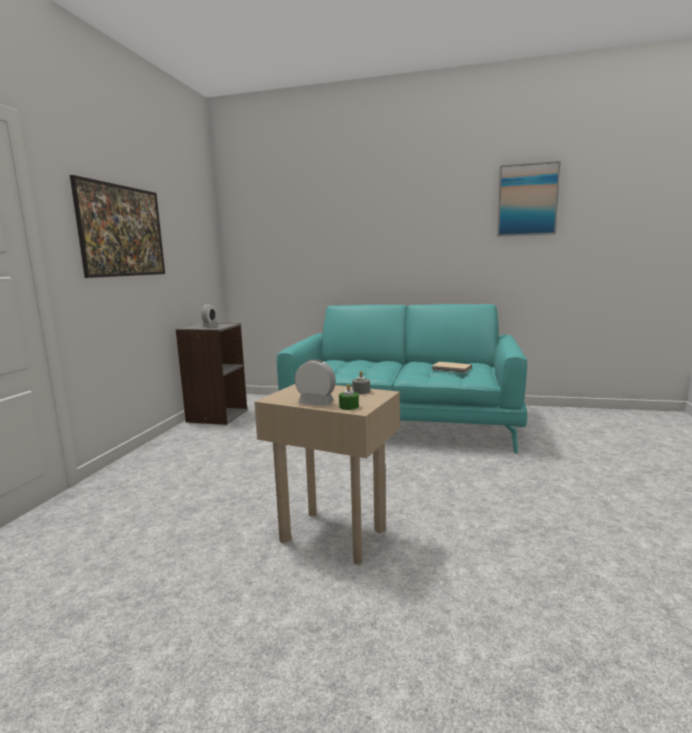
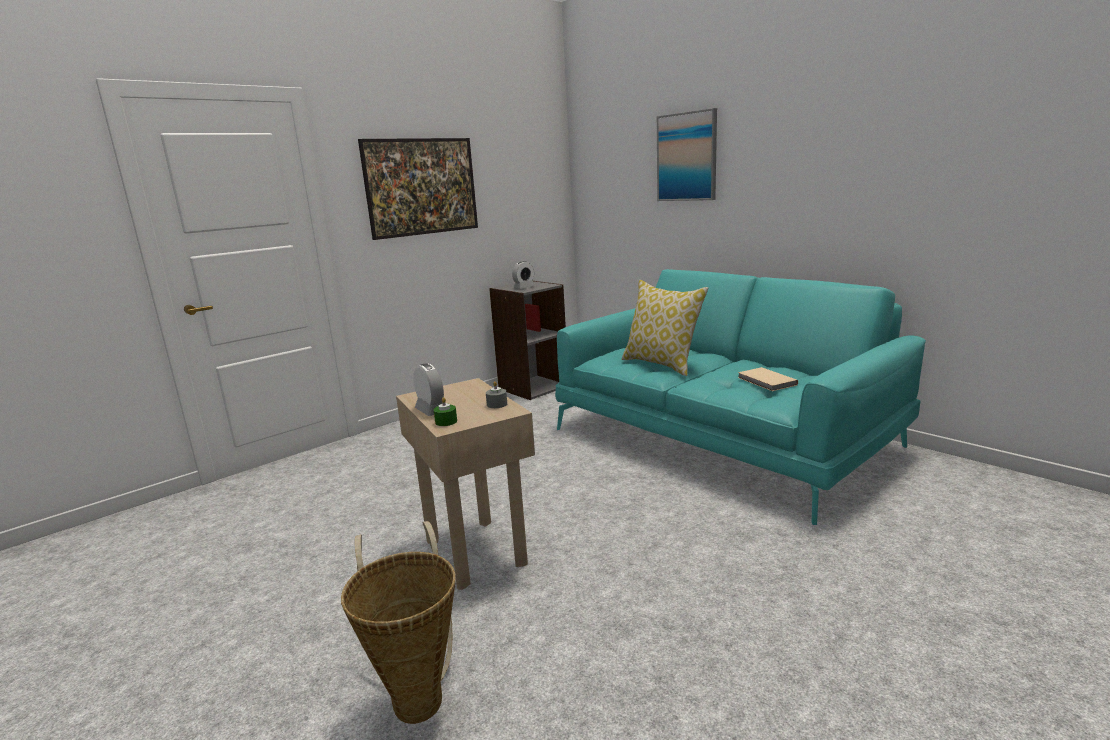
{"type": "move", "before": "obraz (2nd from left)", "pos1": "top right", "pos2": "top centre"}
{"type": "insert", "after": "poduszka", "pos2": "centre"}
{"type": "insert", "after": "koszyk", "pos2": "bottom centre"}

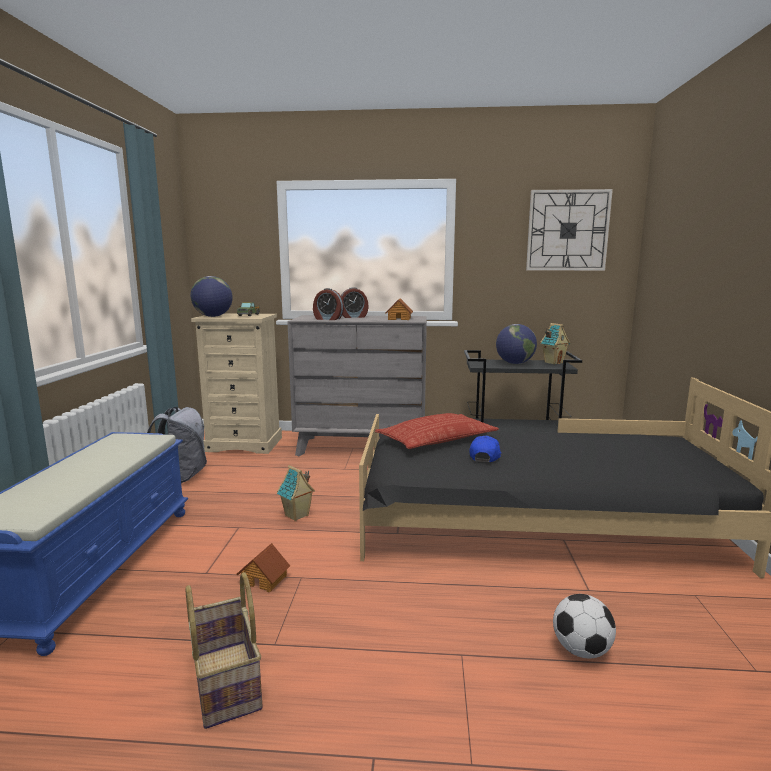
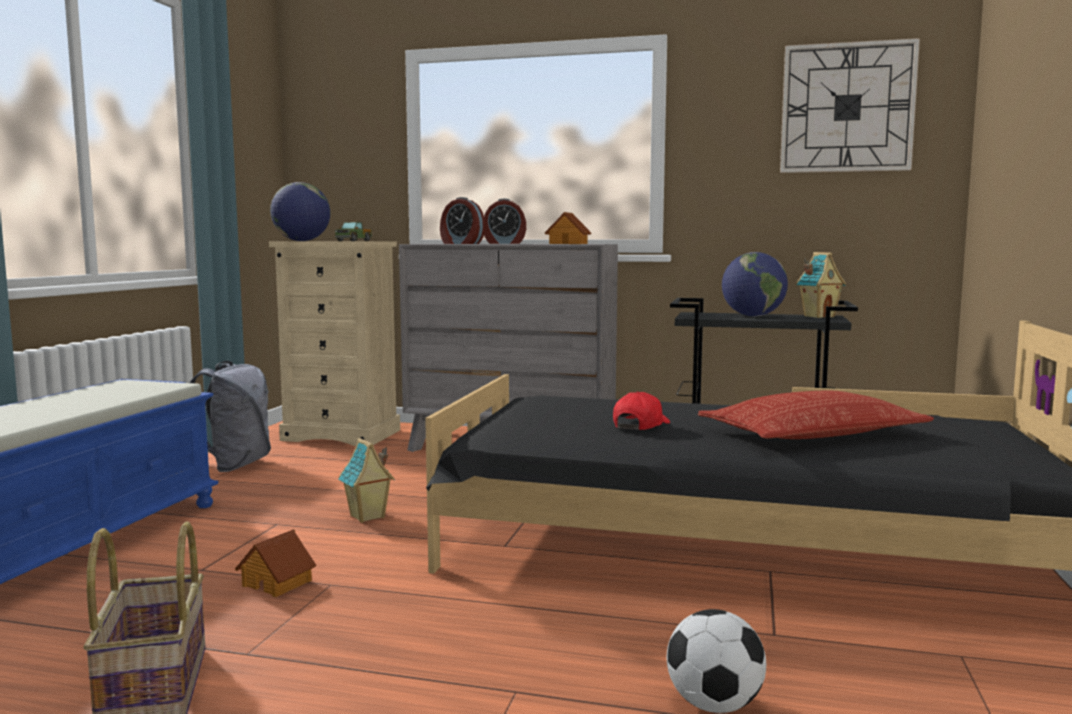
{"type": "move", "before": "poduszka", "pos1": "centre", "pos2": "middle right"}
{"type": "recolor", "before": "czapka z daszkiem (niebieski)", "after": "czapka z daszkiem (czerwony)", "pos1": "centre", "pos2": "centre"}

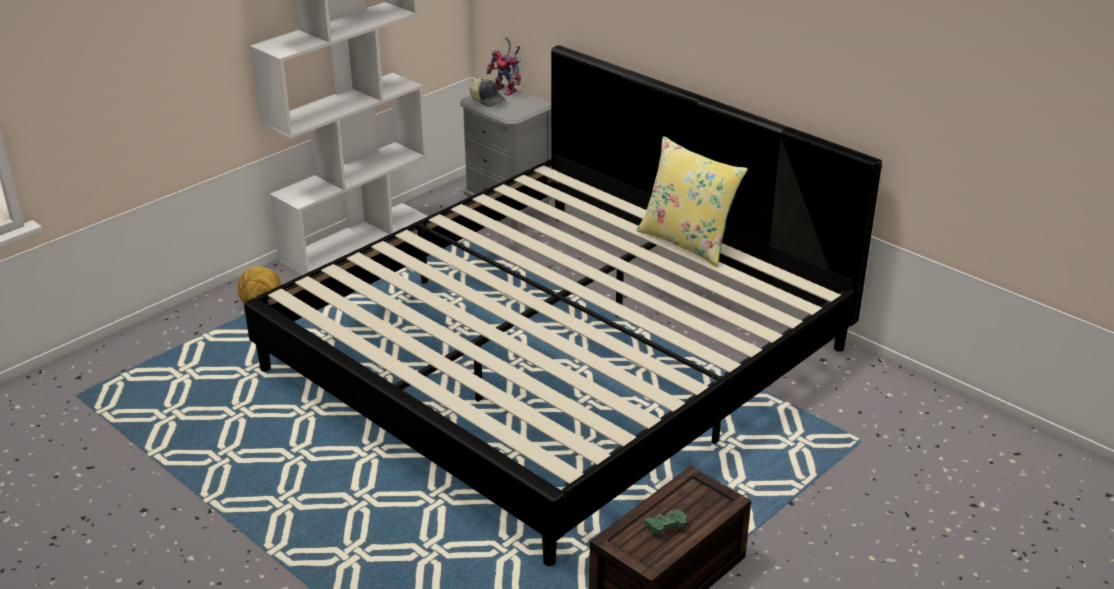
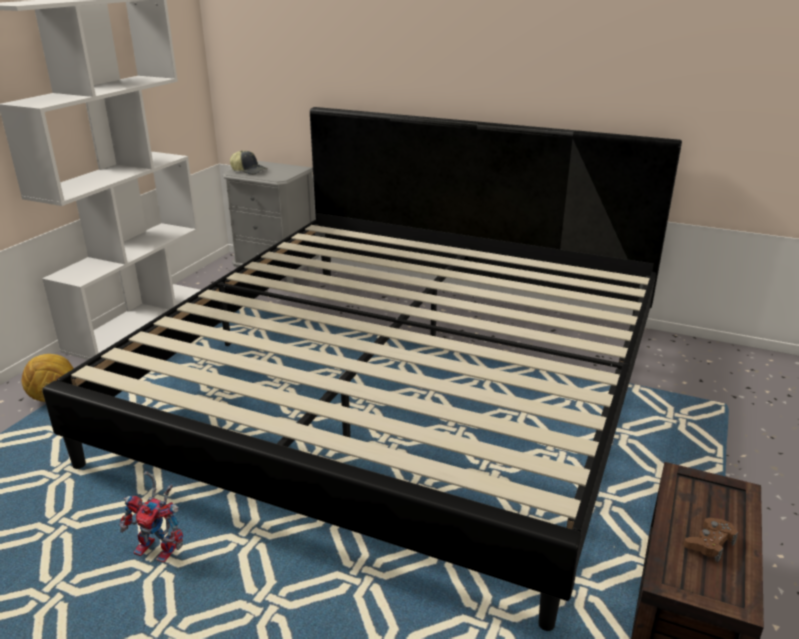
{"type": "move", "before": "robot zabawkowy", "pos1": "top centre", "pos2": "bottom left"}
{"type": "delete", "before": "poduszka (żółty)", "pos1": "centre"}
{"type": "recolor", "before": "pad do gier (zielony)", "after": "pad do gier (brązowy)", "pos1": "bottom centre", "pos2": "bottom right"}

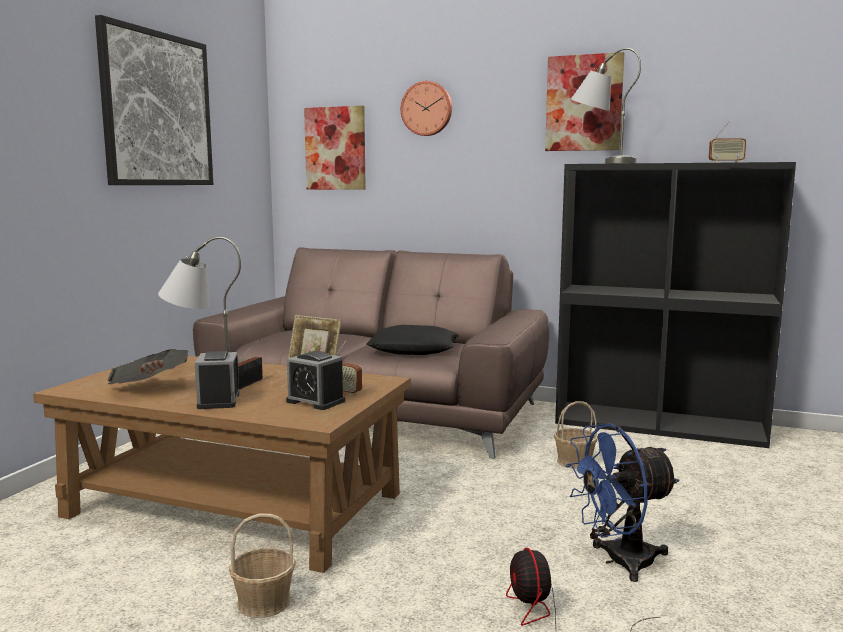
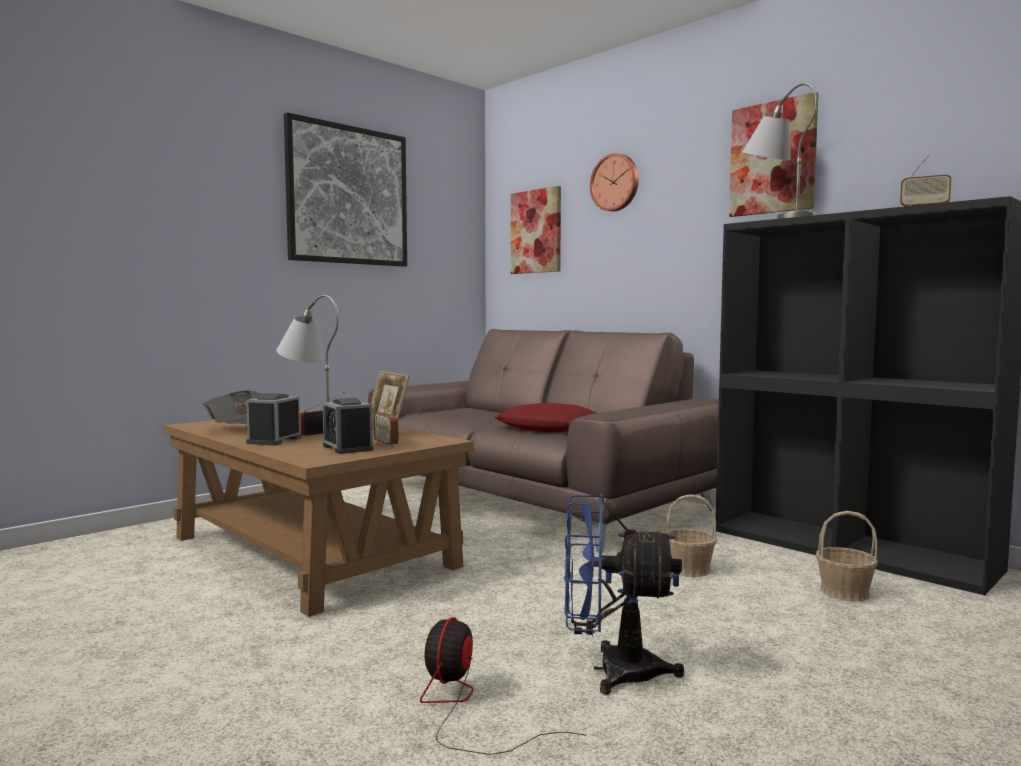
{"type": "recolor", "before": "poduszka (czarny)", "after": "poduszka (czerwony)", "pos1": "centre", "pos2": "centre"}
{"type": "move", "before": "koszyk (1st from left in the first image)", "after": "koszyk (2nd from left)", "pos1": "bottom left", "pos2": "bottom right"}

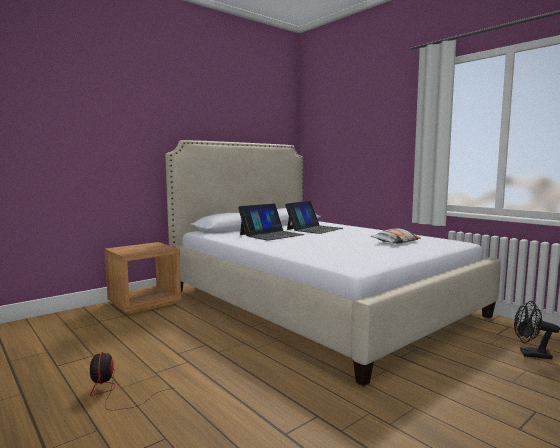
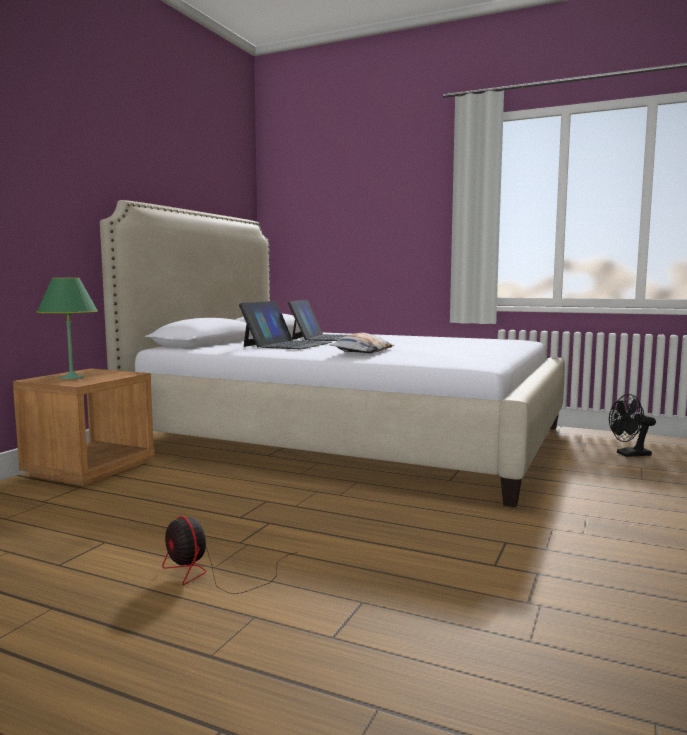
{"type": "move", "before": "poduszka", "pos1": "middle right", "pos2": "centre"}
{"type": "insert", "after": "lampa stołowa (zielony)", "pos2": "middle left"}

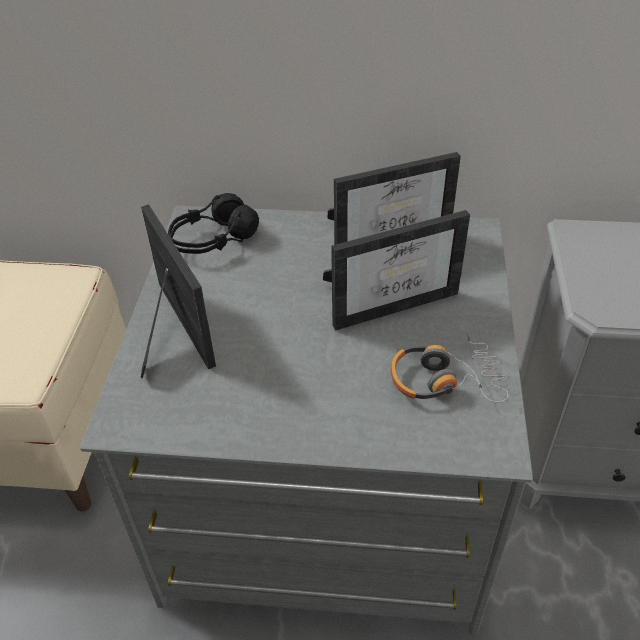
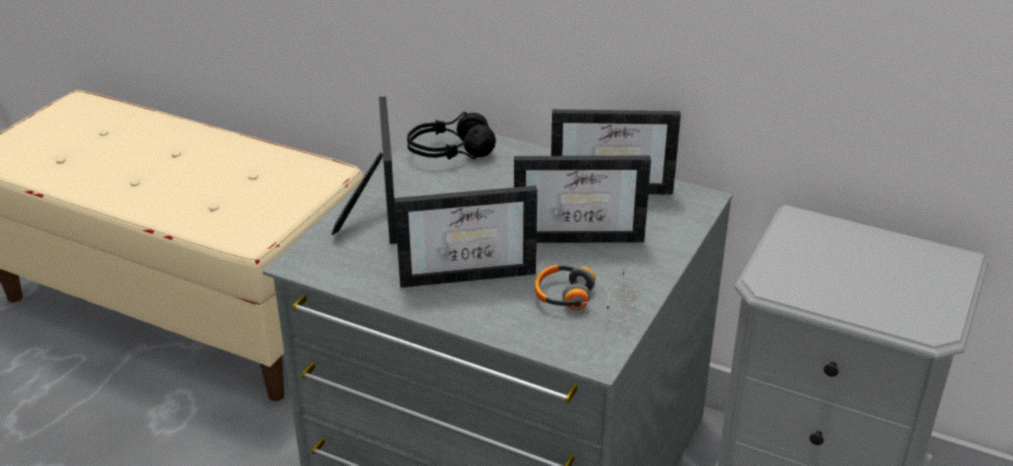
{"type": "insert", "after": "ramka na zdjęcie (2nd from left)", "pos2": "centre"}

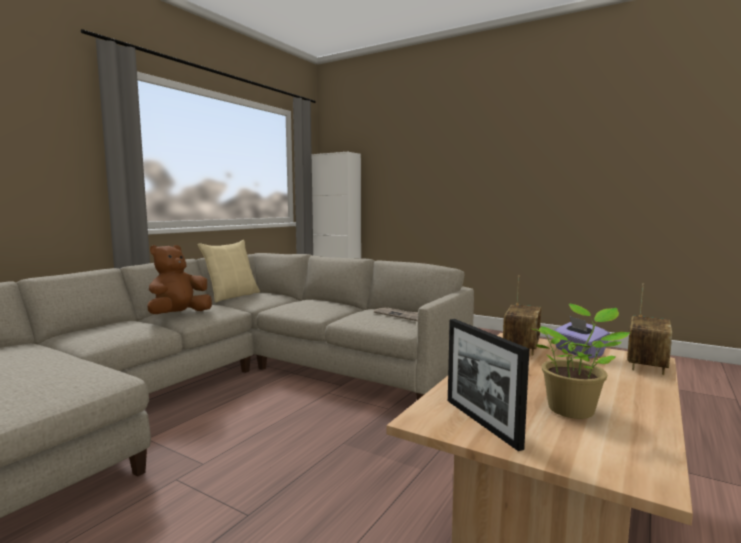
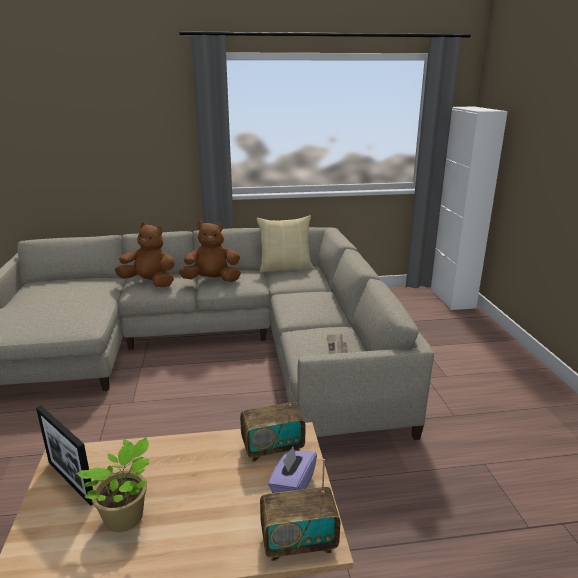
{"type": "rotate", "before": "ramka na zdjęcie", "pos1": "bottom centre", "pos2": "bottom left", "turn": -75}
{"type": "insert", "after": "pluszak (brązowy) (1st from left)", "pos2": "middle left"}

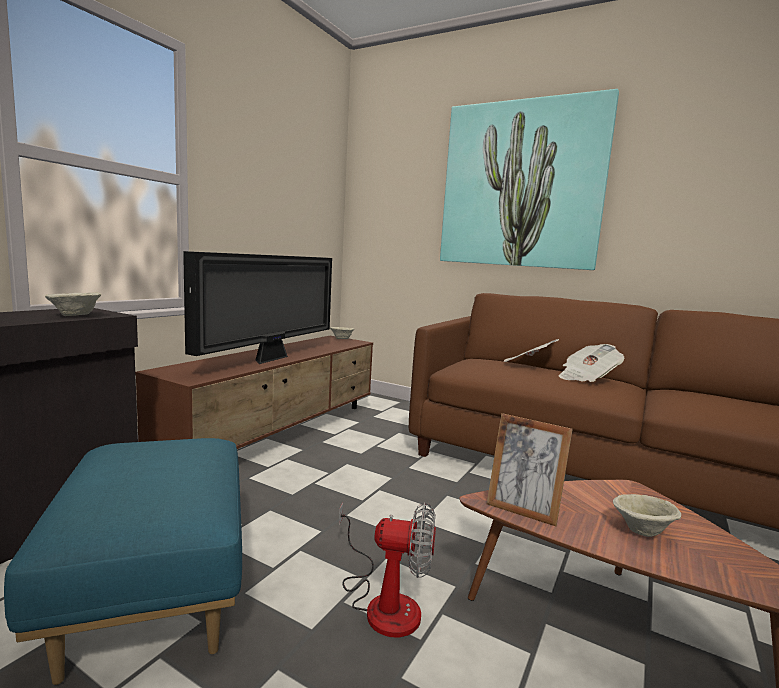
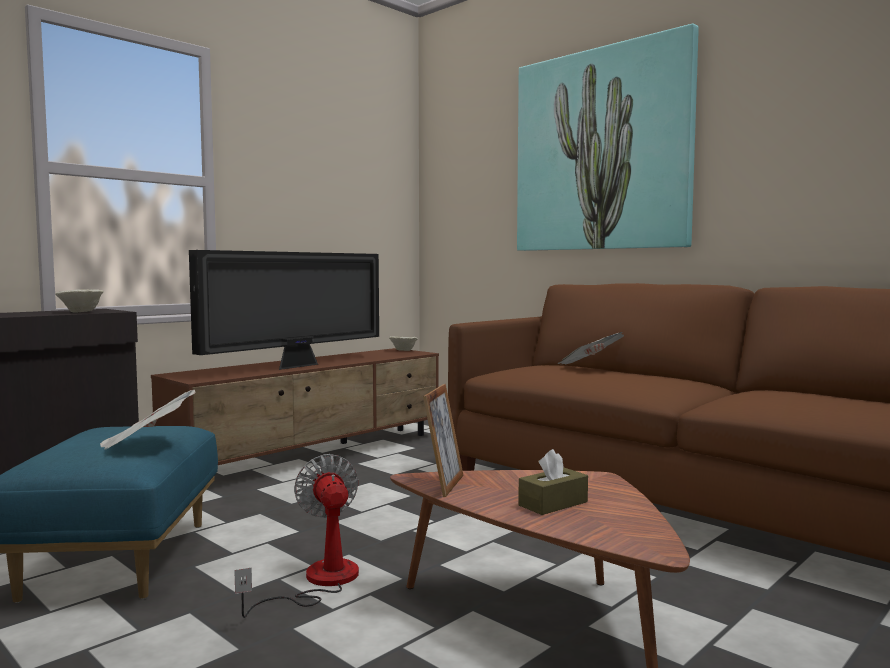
{"type": "move", "before": "gazeta (2nd from left in the first image)", "after": "gazeta (1st from left)", "pos1": "middle right", "pos2": "middle left"}
{"type": "rotate", "before": "ramka na zdjęcie", "pos1": "bottom right", "pos2": "centre", "turn": -120}
{"type": "replace", "before": "miska (beżowy) (3rd from left)", "after": "pudełko chusteczek (brązowy)", "pos1": "bottom right", "pos2": "bottom centre"}
{"type": "rotate", "before": "wentylator", "pos1": "bottom centre", "pos2": "bottom left", "turn": -135}

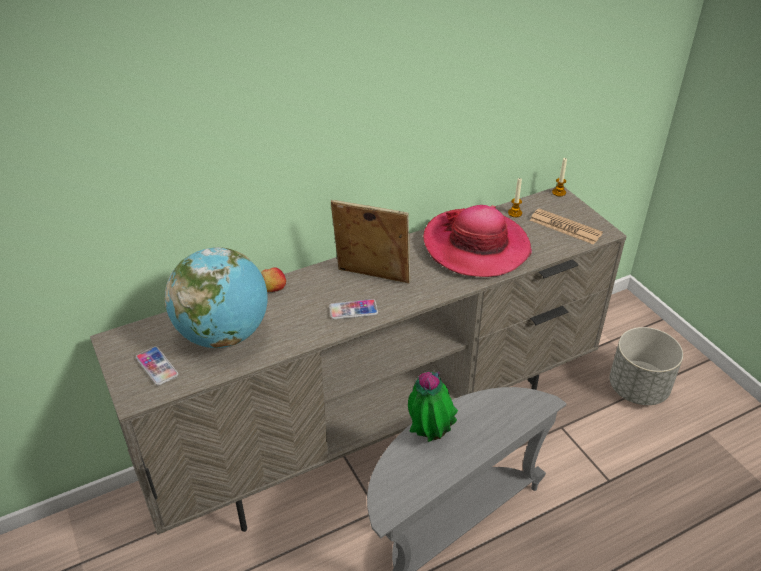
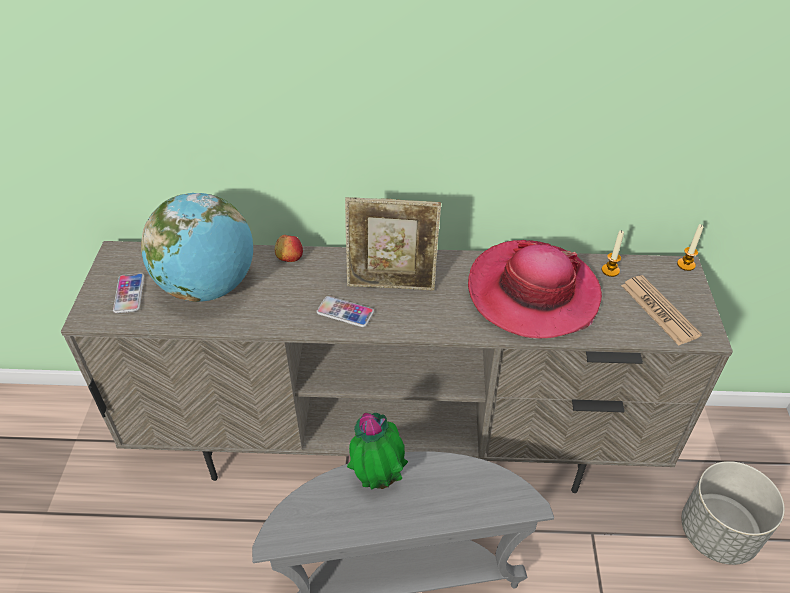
{"type": "rotate", "before": "ramka na zdjęcie", "pos1": "centre", "pos2": "centre", "turn": 135}

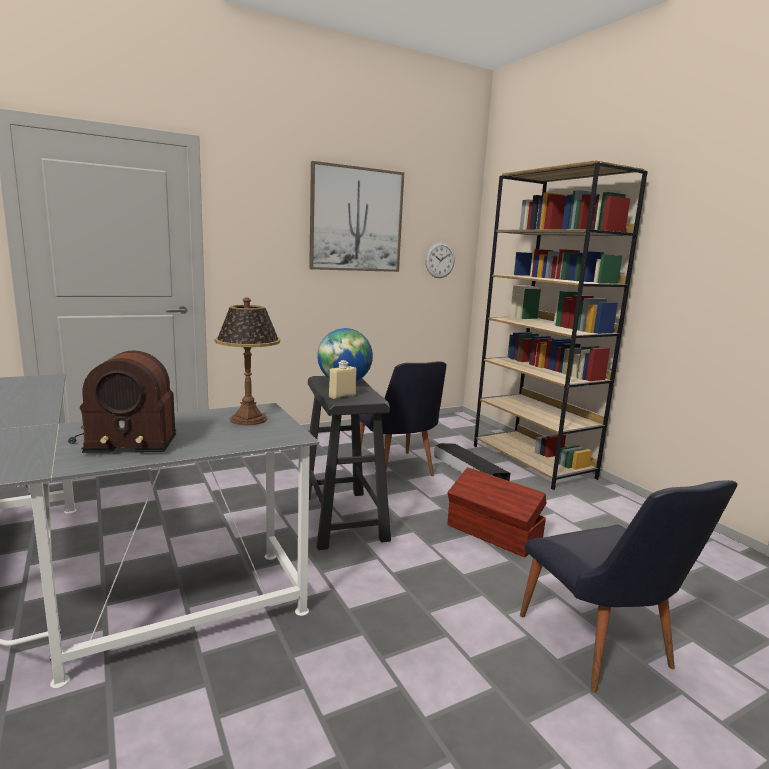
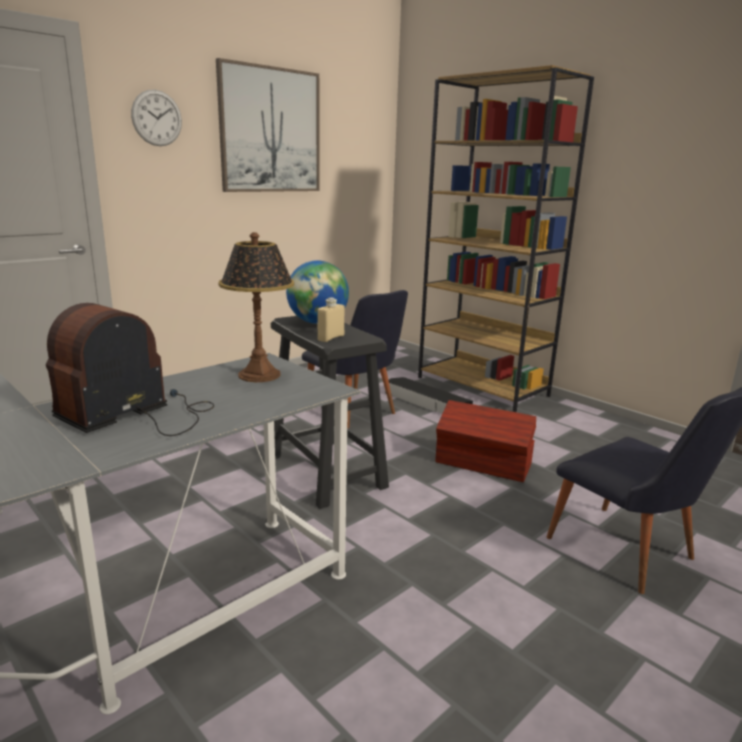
{"type": "move", "before": "zegar ścienny", "pos1": "centre", "pos2": "top left"}
{"type": "rotate", "before": "radio", "pos1": "middle left", "pos2": "middle left", "turn": 150}

